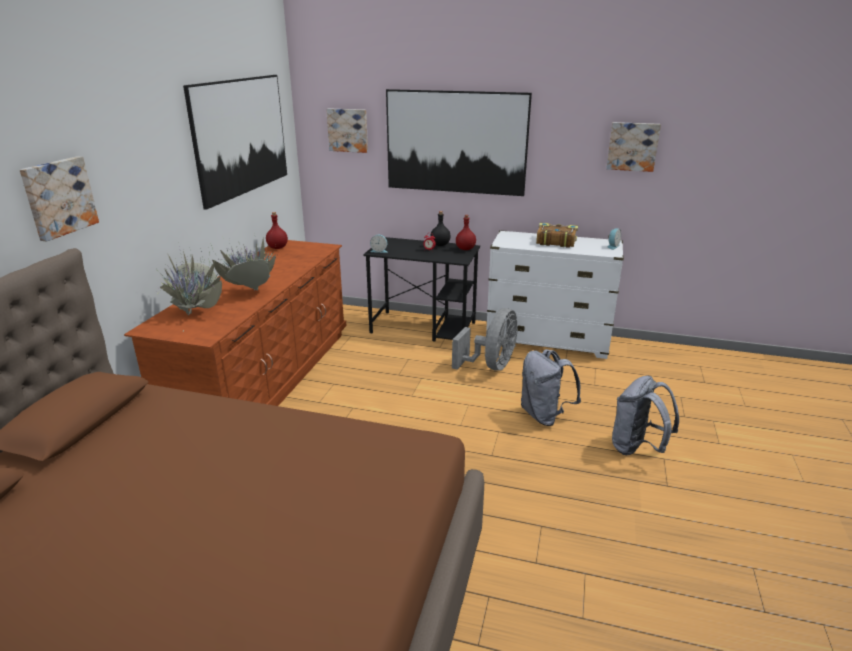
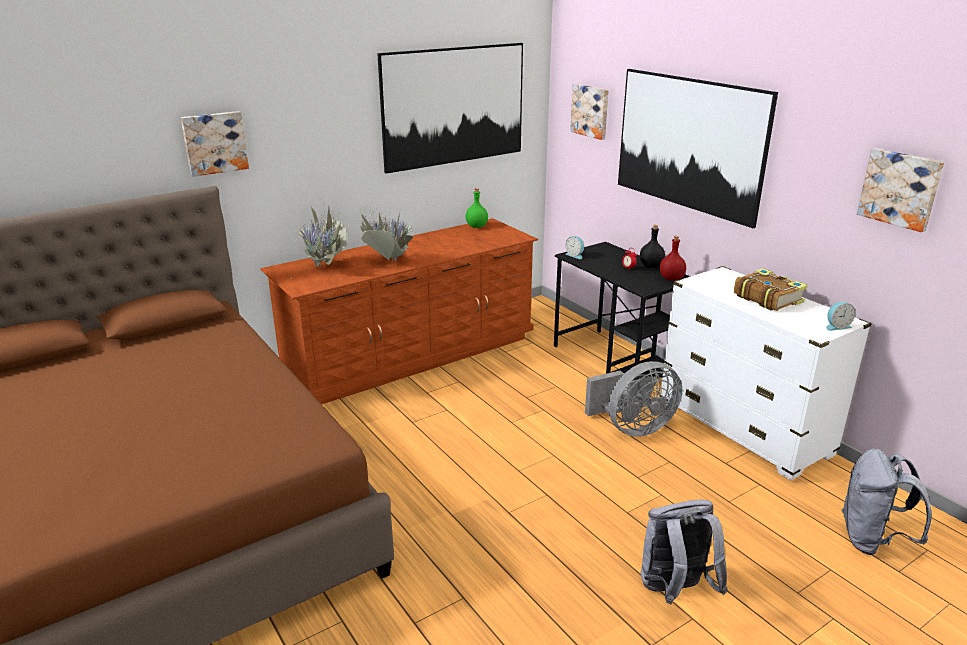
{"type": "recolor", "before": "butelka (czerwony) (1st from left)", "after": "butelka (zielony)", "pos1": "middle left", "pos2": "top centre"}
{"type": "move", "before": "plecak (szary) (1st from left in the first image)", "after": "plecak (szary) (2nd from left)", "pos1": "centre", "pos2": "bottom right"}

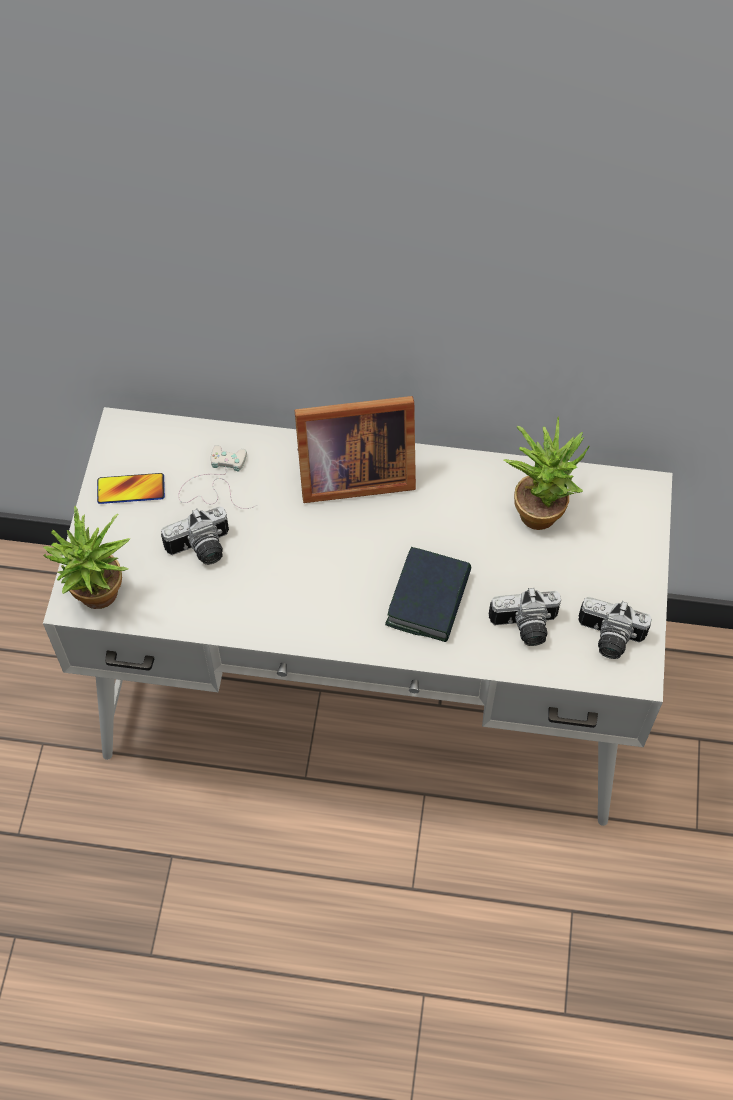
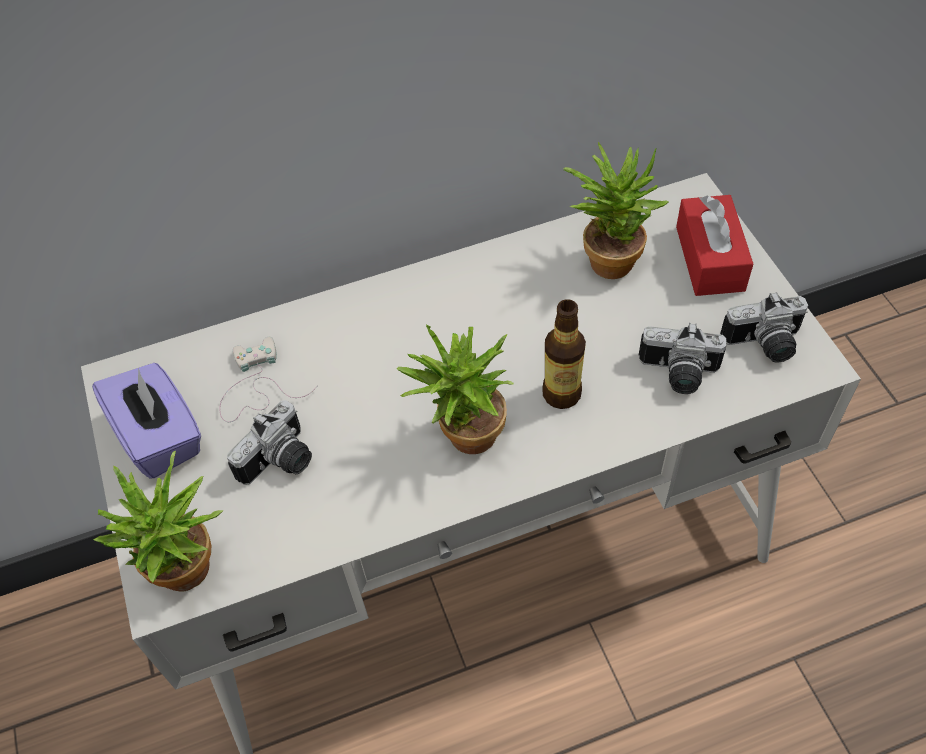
{"type": "delete", "before": "ramka na zdjęcie", "pos1": "centre"}
{"type": "replace", "before": "telefon", "after": "pudełko chusteczek (fioletowy)", "pos1": "middle left", "pos2": "middle left"}
{"type": "replace", "before": "książka", "after": "butelka", "pos1": "centre", "pos2": "centre"}
{"type": "rotate", "before": "aparat fotograficzny (2nd from left)", "pos1": "middle right", "pos2": "middle right", "turn": 45}
{"type": "insert", "after": "pudełko chusteczek (czerwony)", "pos2": "top right"}
{"type": "insert", "after": "roślina doniczkowa (2nd from left)", "pos2": "centre"}

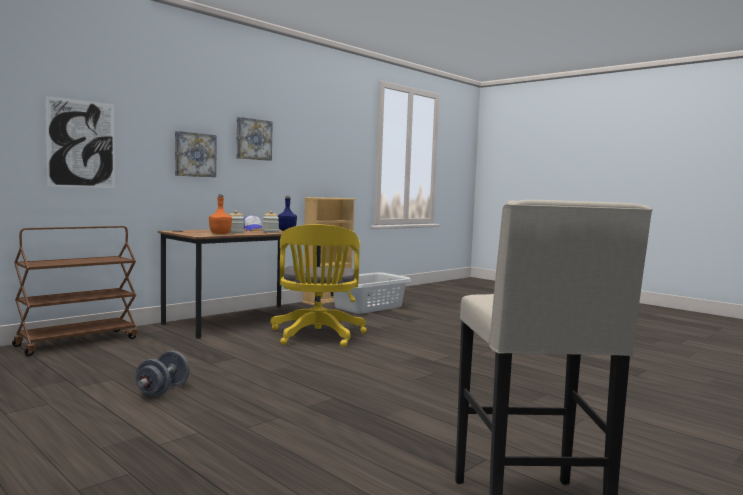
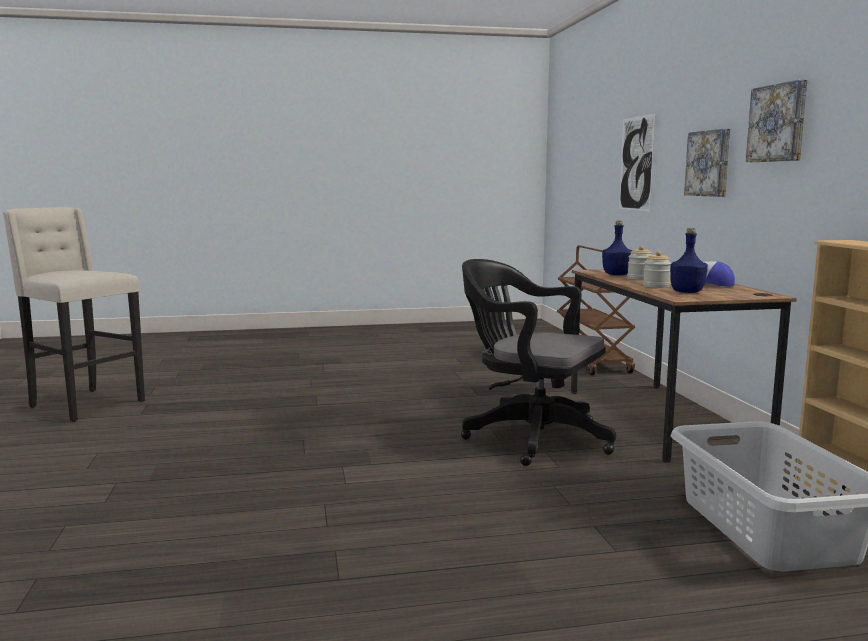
{"type": "recolor", "before": "butelka (pomarańczowy)", "after": "butelka (niebieski) (1st from left)", "pos1": "middle left", "pos2": "middle right"}
{"type": "recolor", "before": "krzesło biurowe (żółty)", "after": "krzesło biurowe (czarny)", "pos1": "centre", "pos2": "centre"}
{"type": "delete", "before": "hantel (szary)", "pos1": "bottom left"}

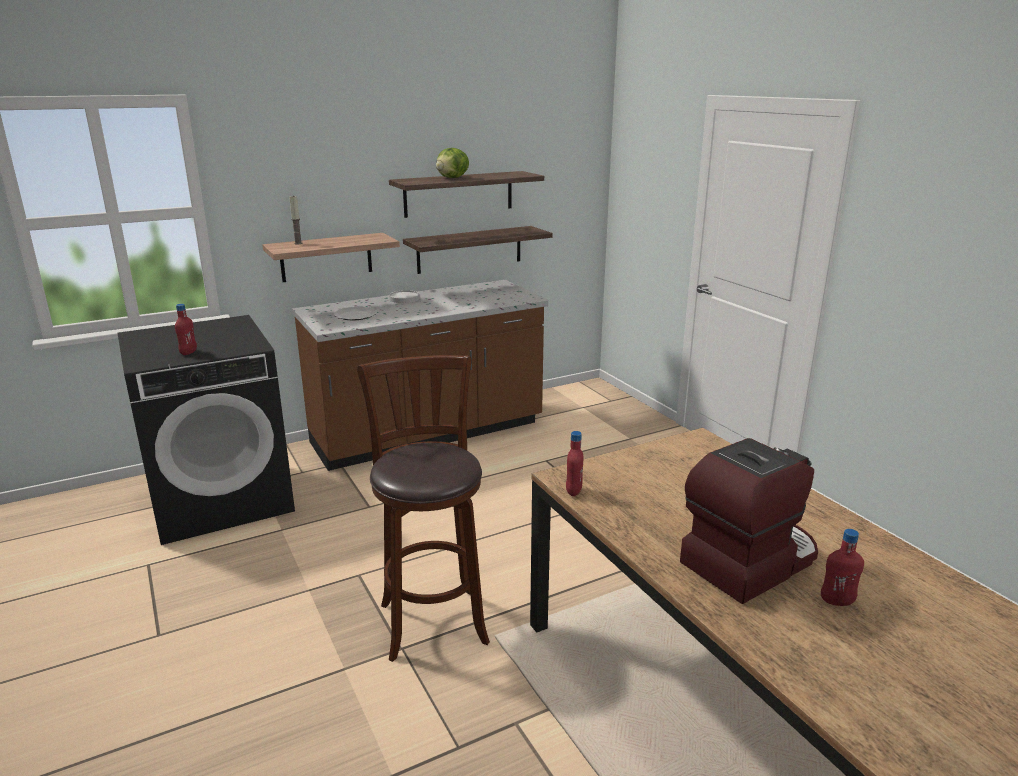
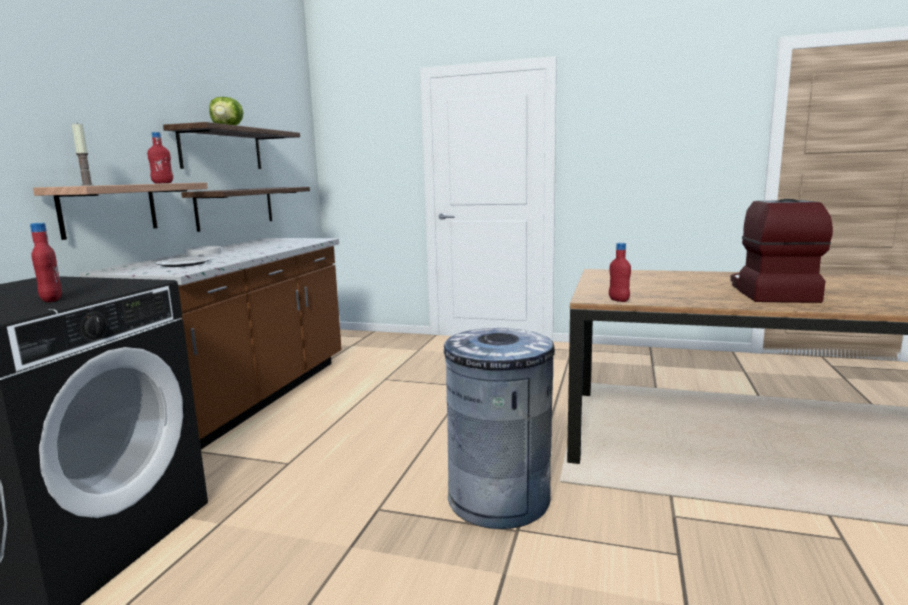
{"type": "replace", "before": "stołek (brązowy)", "after": "kosz na śmieci (szary)", "pos1": "centre", "pos2": "bottom centre"}
{"type": "move", "before": "butelka (czerwony) (3rd from left in the first image)", "after": "butelka (czerwony) (2nd from left)", "pos1": "bottom right", "pos2": "top left"}

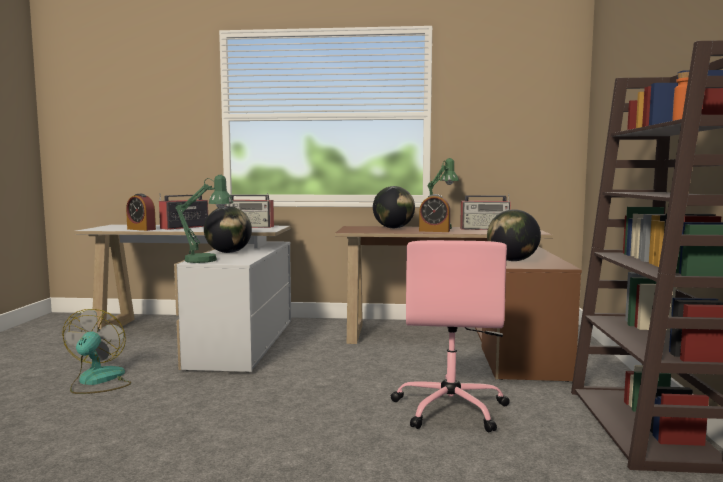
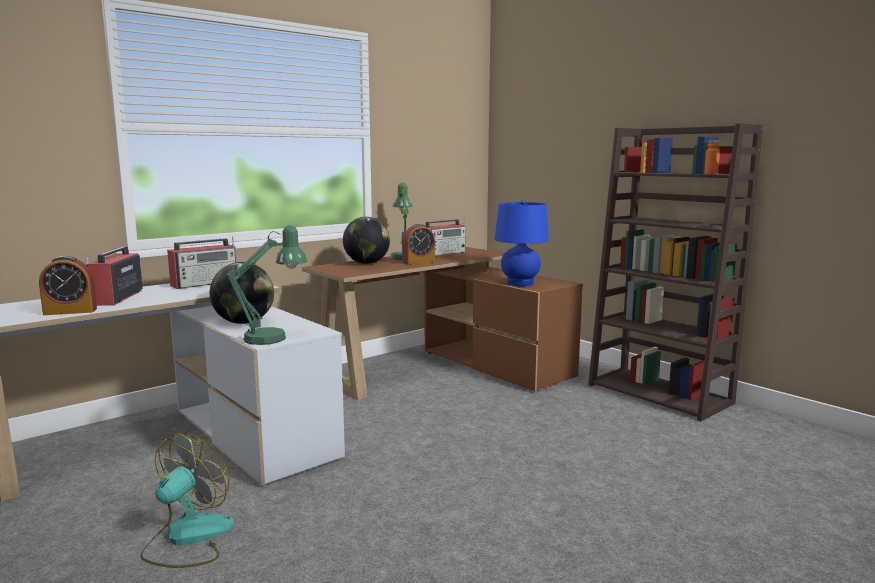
{"type": "replace", "before": "globus (3rd from left)", "after": "lampa stołowa (niebieski)", "pos1": "middle right", "pos2": "centre"}
{"type": "delete", "before": "krzesło biurowe (różowy)", "pos1": "bottom centre"}
{"type": "rotate", "before": "wentylator", "pos1": "bottom left", "pos2": "bottom left", "turn": 75}

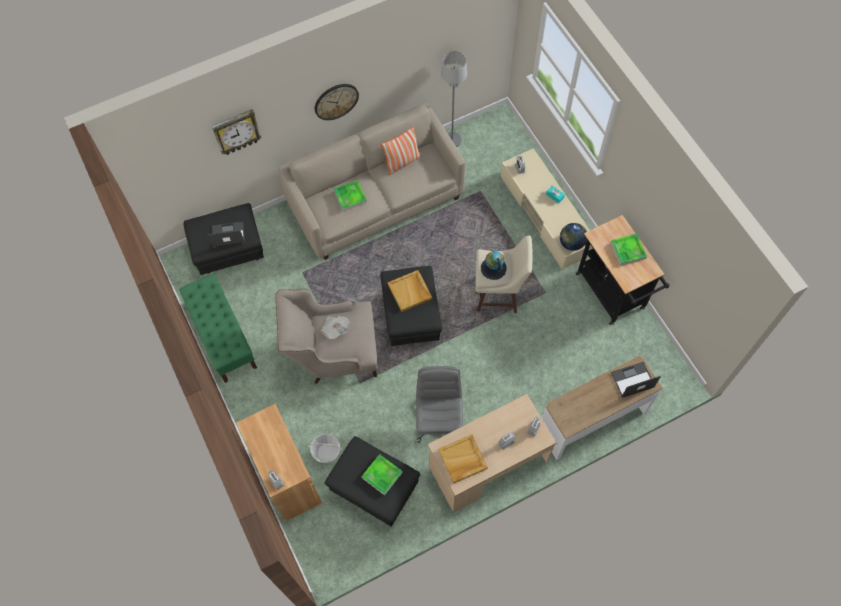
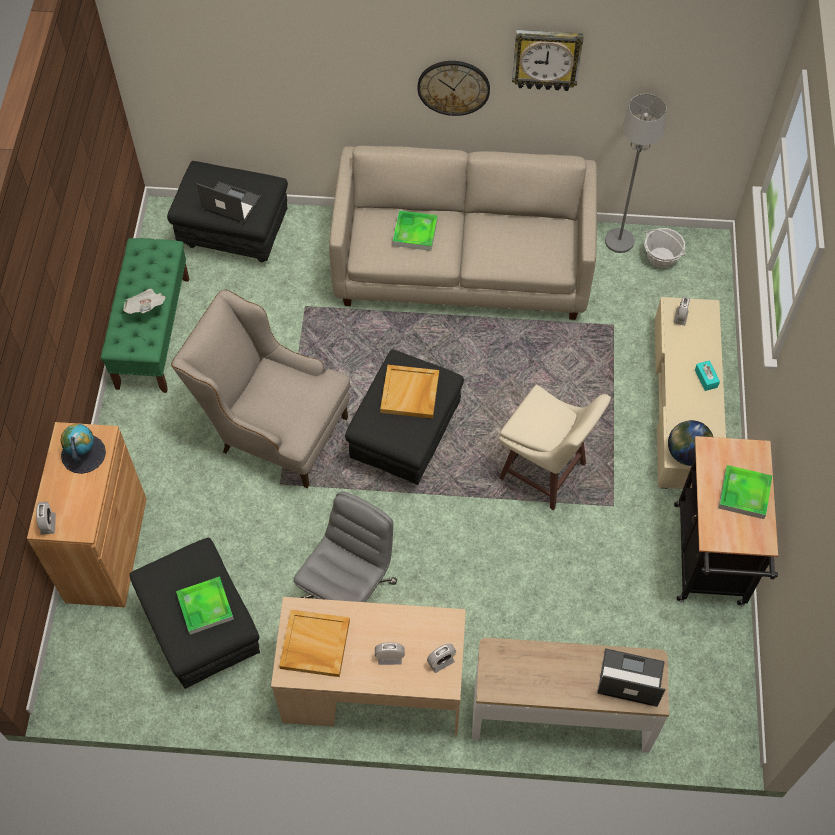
{"type": "move", "before": "zegar ścienny (1st from left in the first image)", "after": "zegar ścienny (2nd from left)", "pos1": "top left", "pos2": "top centre"}
{"type": "delete", "before": "poduszka", "pos1": "top centre"}
{"type": "move", "before": "globus (1st from left)", "pos1": "centre", "pos2": "middle left"}
{"type": "move", "before": "gazeta", "pos1": "centre", "pos2": "middle left"}
{"type": "move", "before": "koszyk", "pos1": "bottom centre", "pos2": "top right"}

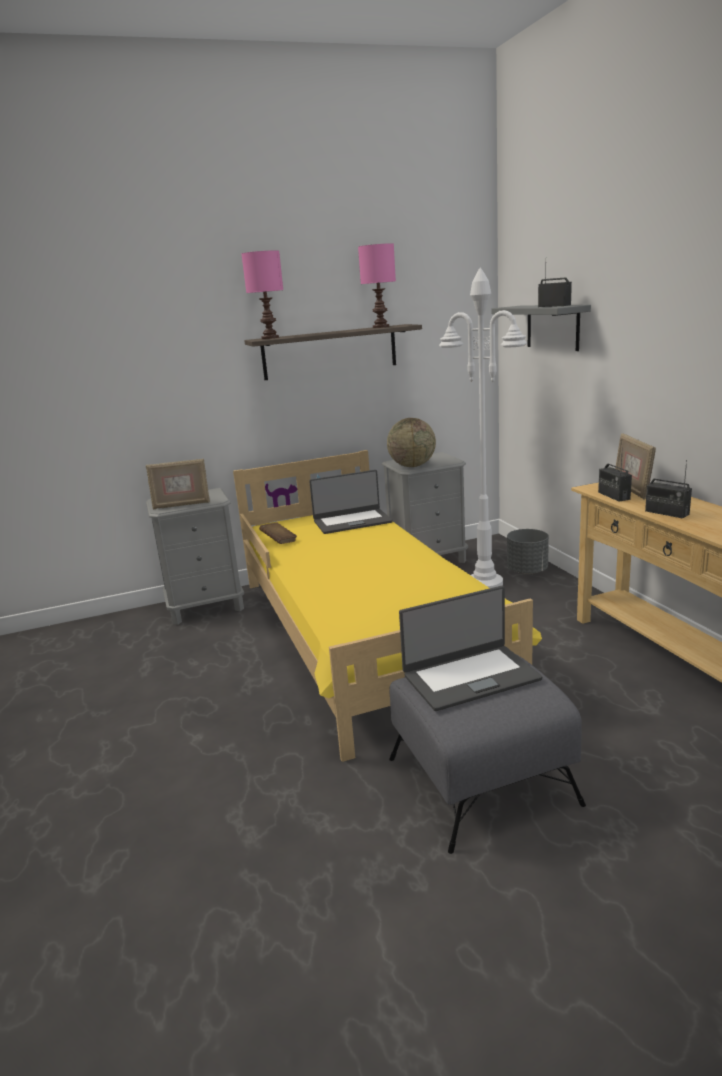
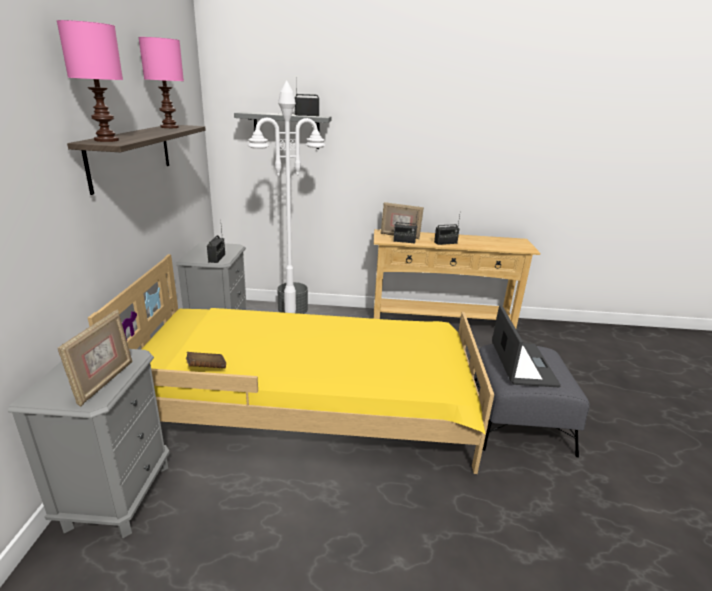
{"type": "replace", "before": "globus", "after": "radio (1st from left)", "pos1": "centre", "pos2": "middle left"}
{"type": "delete", "before": "laptop (1st from left)", "pos1": "centre"}

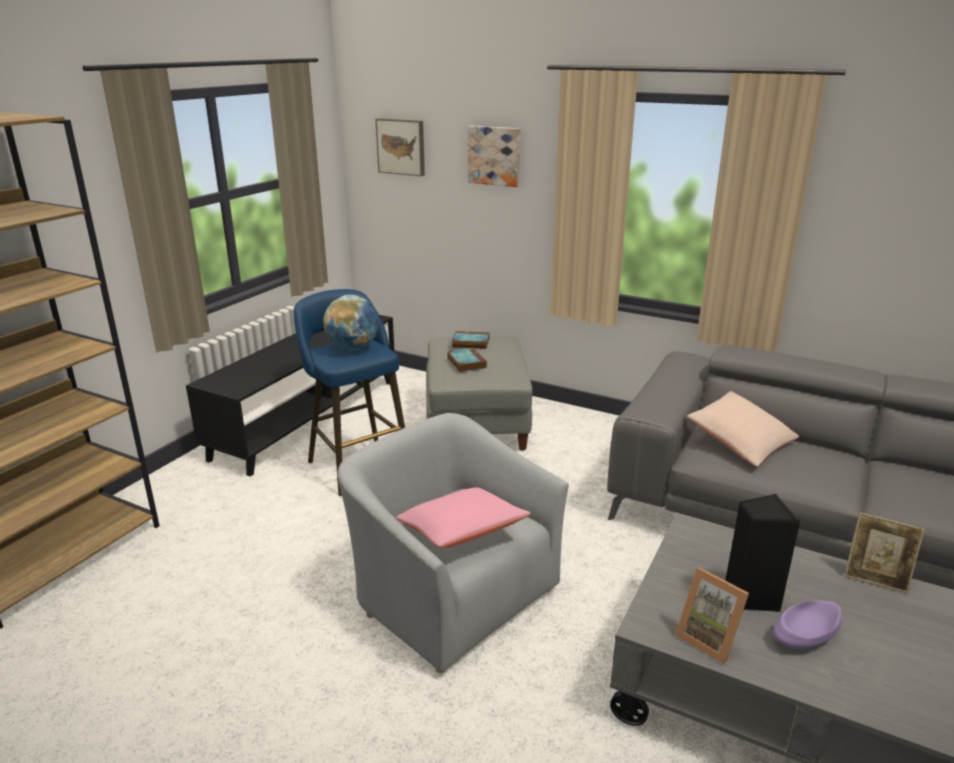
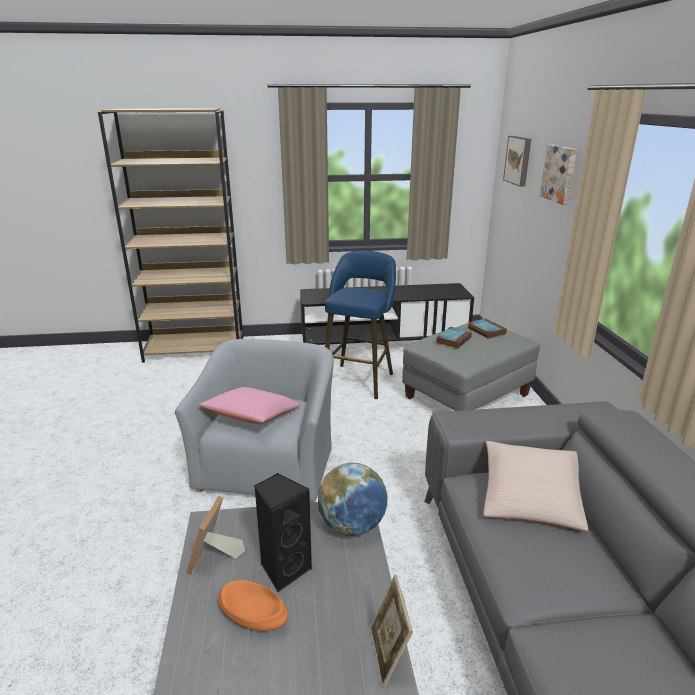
{"type": "move", "before": "globus", "pos1": "centre", "pos2": "bottom centre"}
{"type": "recolor", "before": "miska (fioletowy)", "after": "miska (pomarańczowy)", "pos1": "bottom right", "pos2": "bottom centre"}

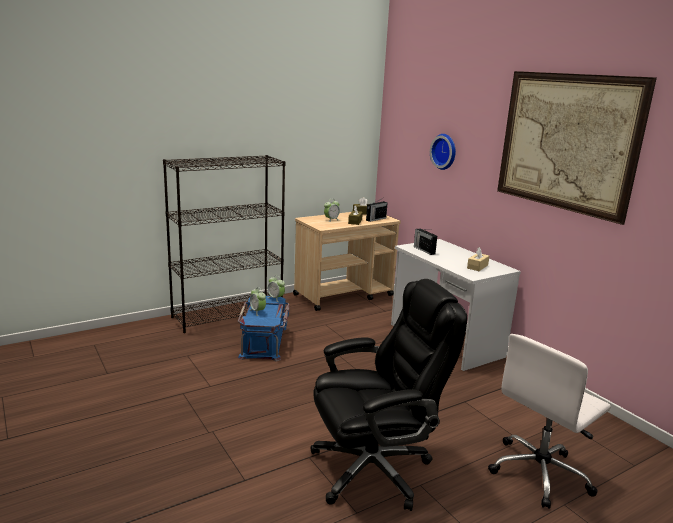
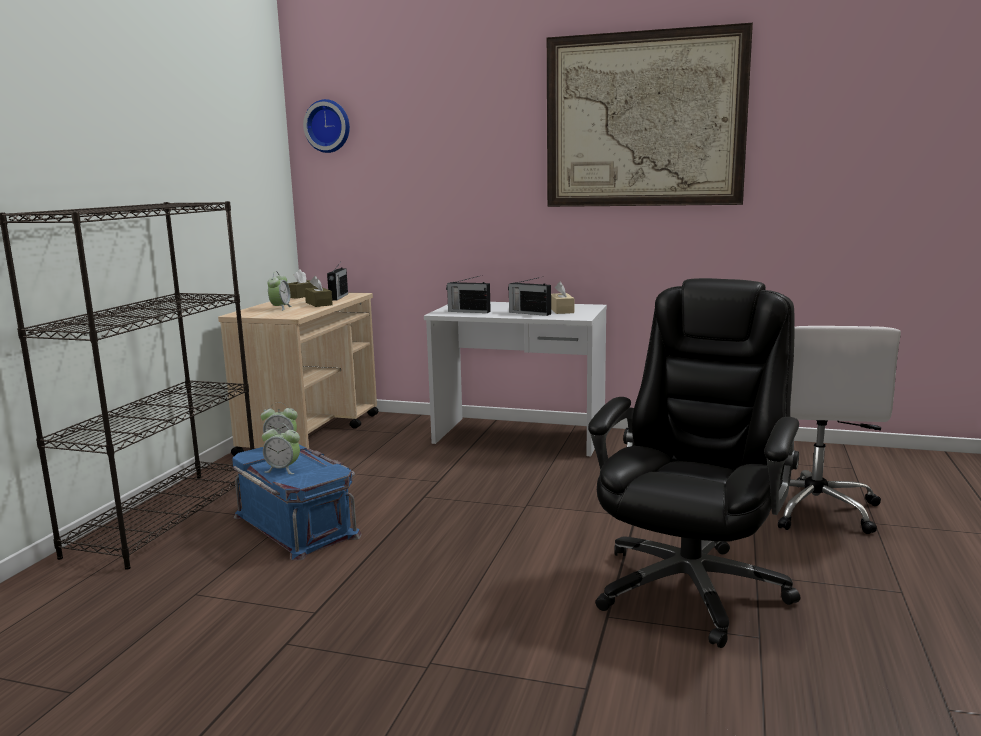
{"type": "move", "before": "zegar ścienny", "pos1": "top centre", "pos2": "top left"}
{"type": "insert", "after": "radio (3rd from left)", "pos2": "centre"}

